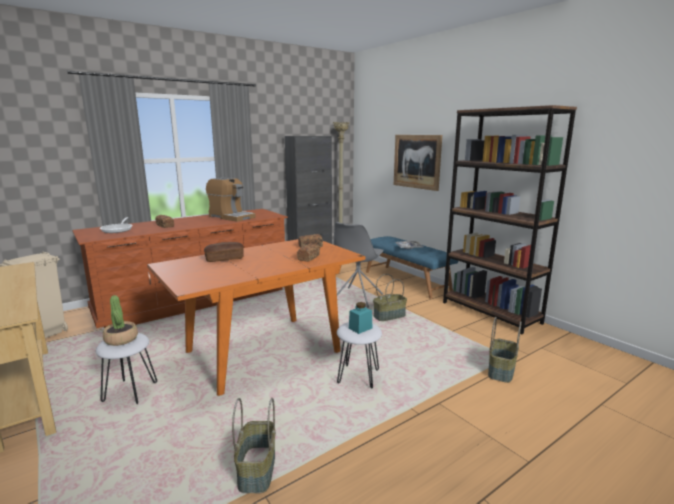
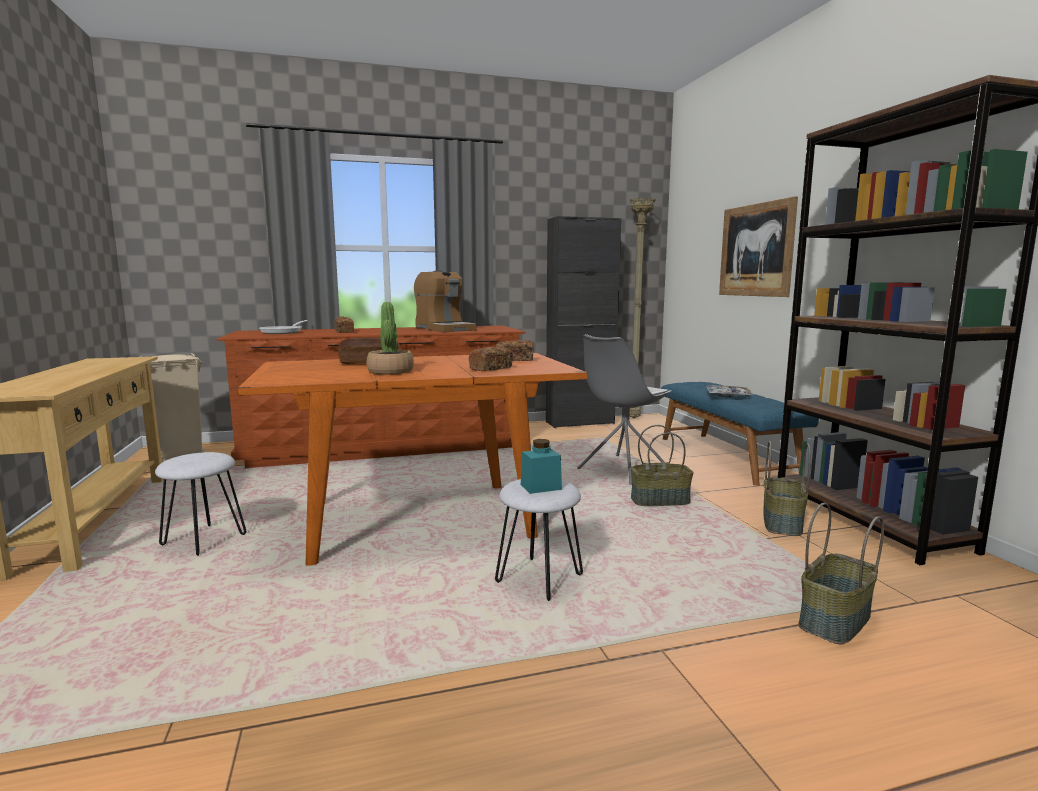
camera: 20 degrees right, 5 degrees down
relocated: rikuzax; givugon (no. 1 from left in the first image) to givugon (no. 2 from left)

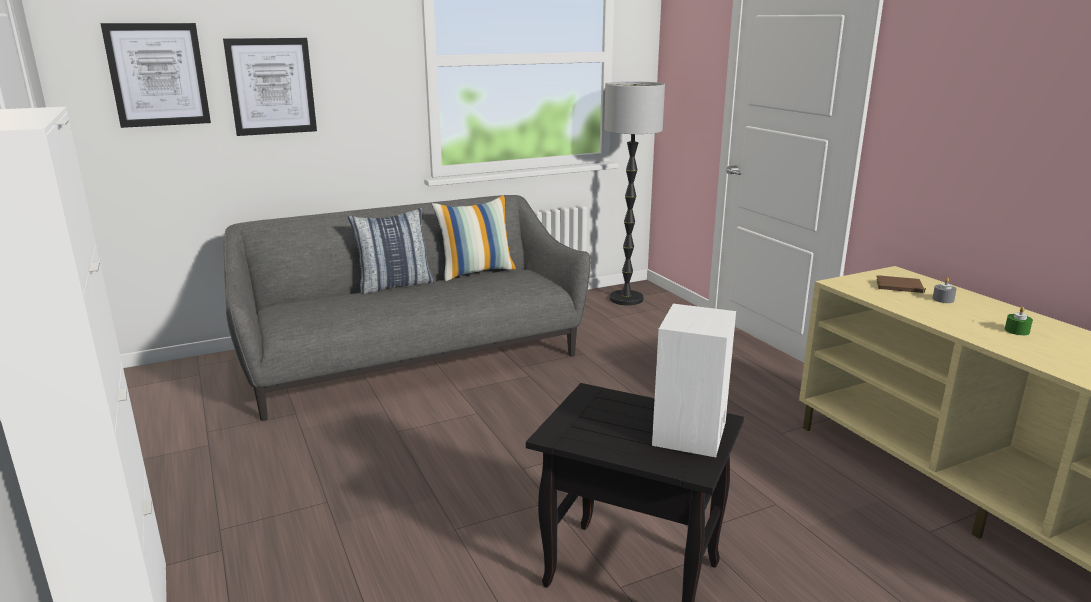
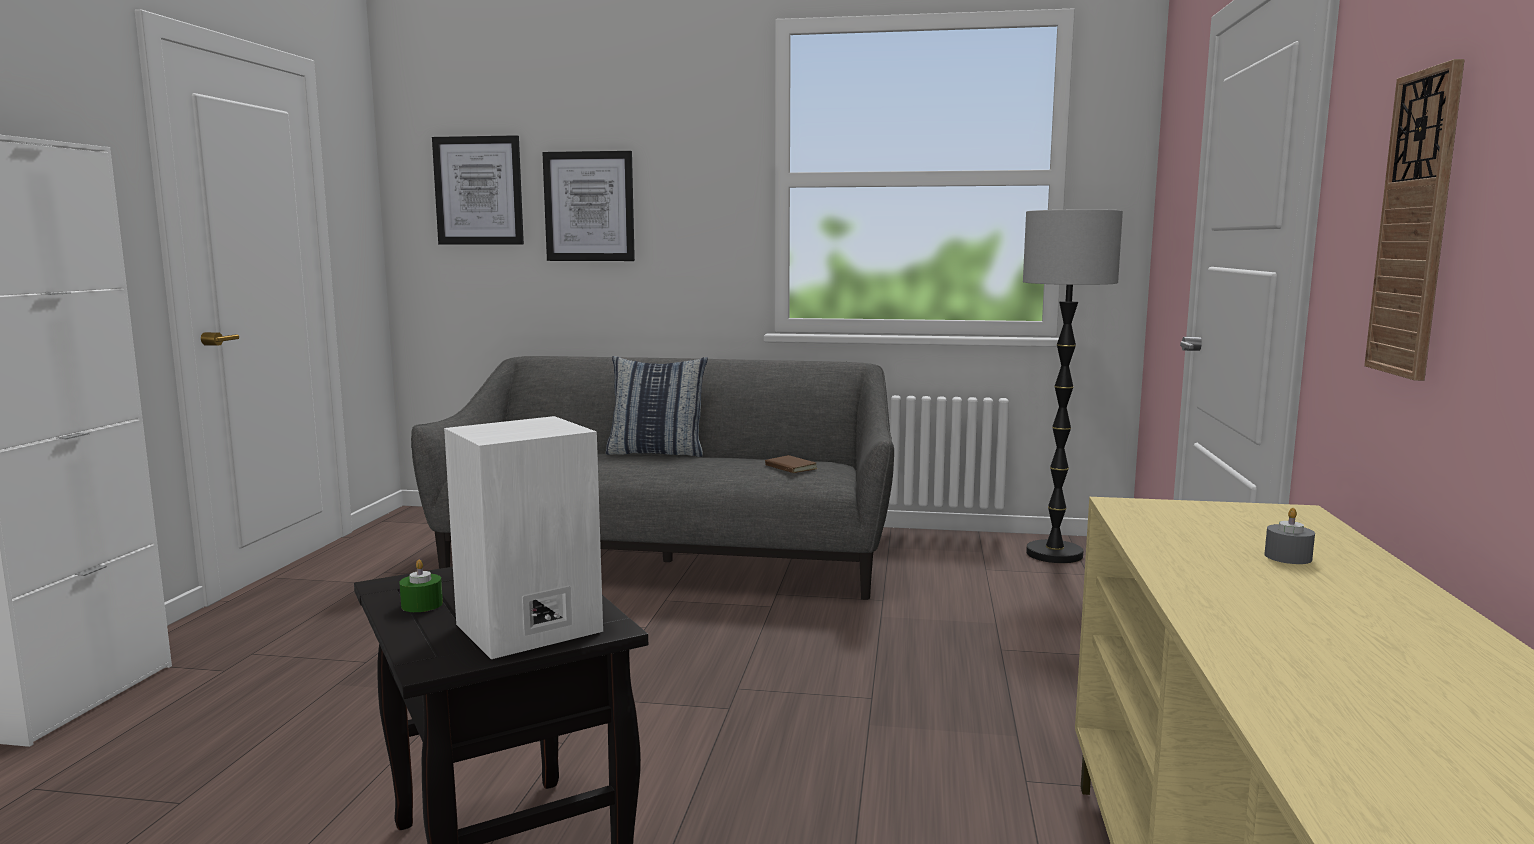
camera: 35 degrees right, 10 degrees down
missing: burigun (no. 2 from left)
appeared: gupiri
relocated: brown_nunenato; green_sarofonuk

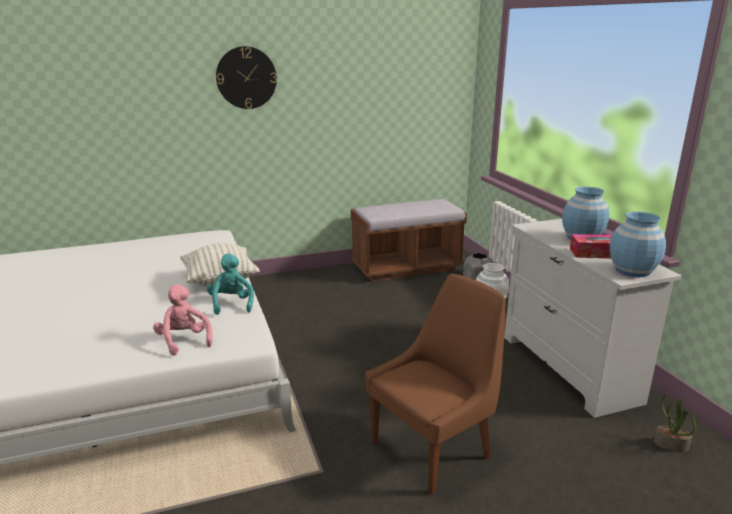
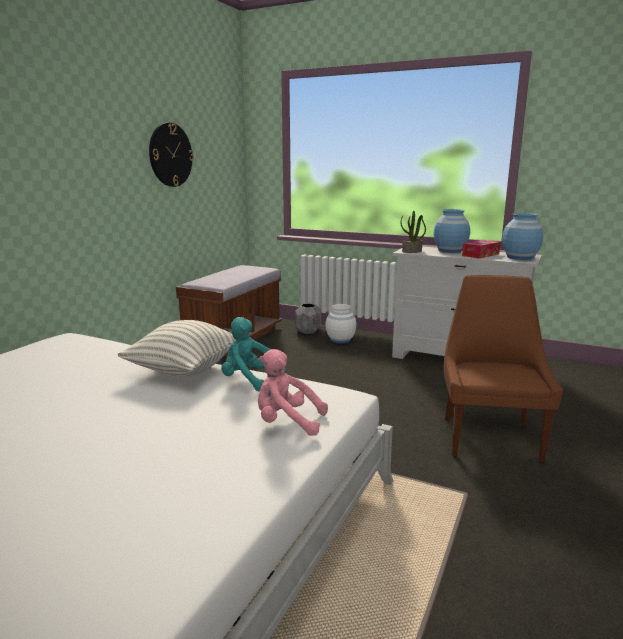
camera: 45 degrees left, 5 degrees down
relocated: gupiri; rikuzax

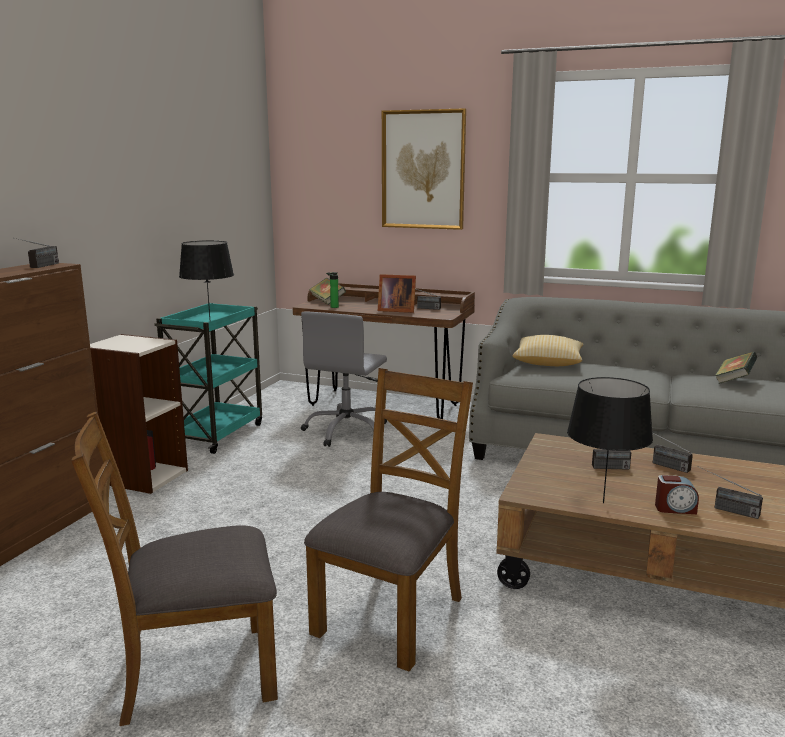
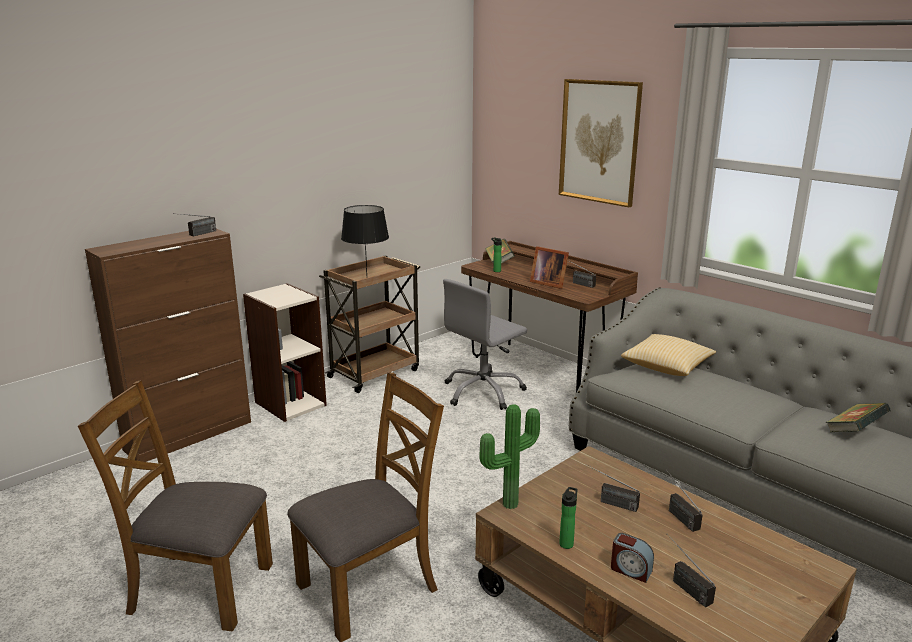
camera: 25 degrees right, 5 degrees up
appeared: rikuzax
exchanged: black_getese (no. 2 from left) to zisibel (no. 2 from left)
colour: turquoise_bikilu to brown_bikilu

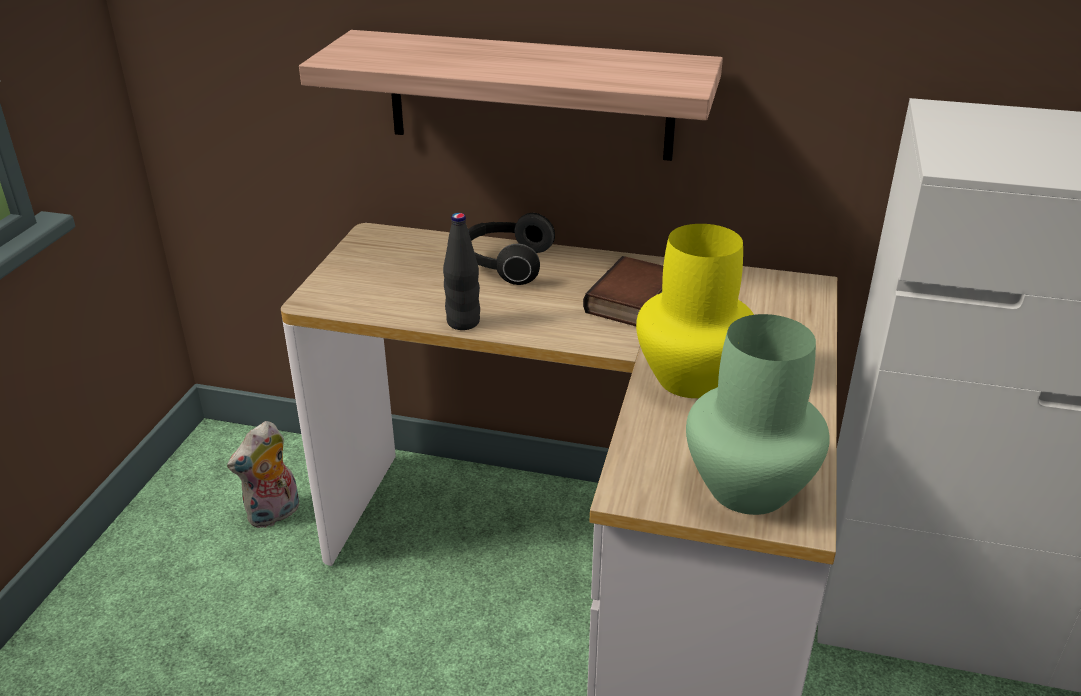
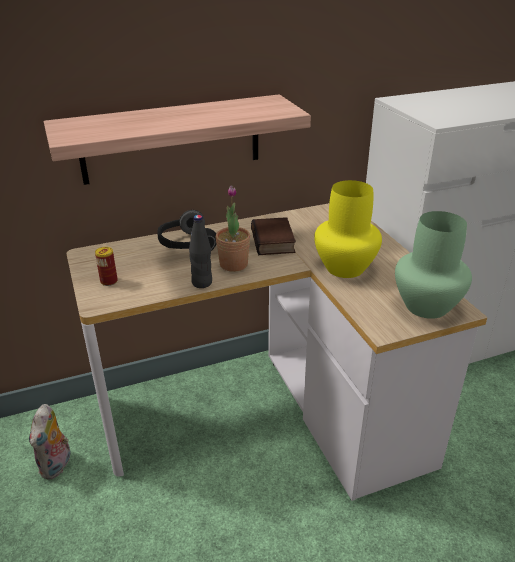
camera: 35 degrees left, 0 degrees up
appeared: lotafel; rikuzax

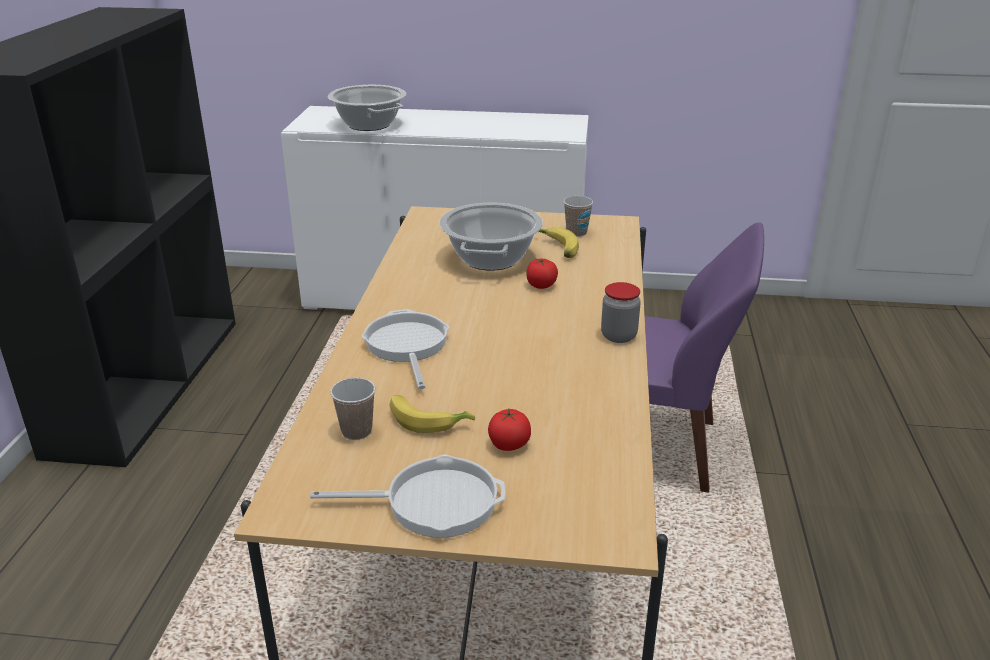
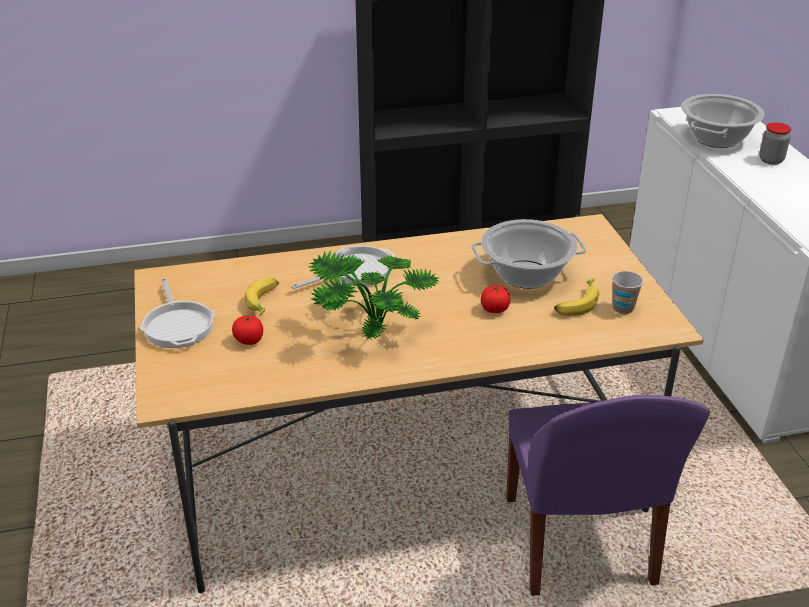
camera: 70 degrees right, 5 degrees up
missing: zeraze (no. 1 from left)
appeared: rikuzax
relocated: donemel

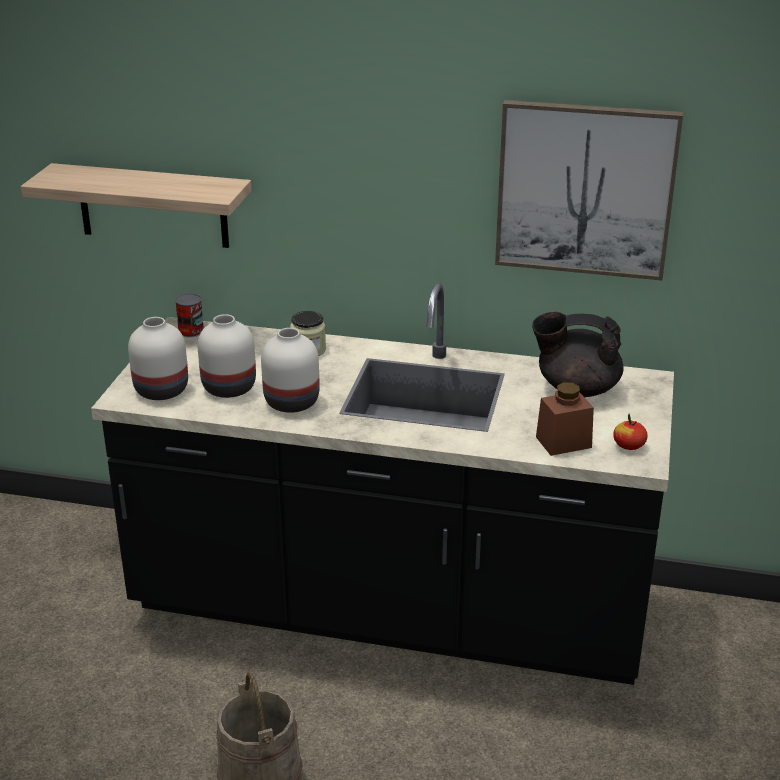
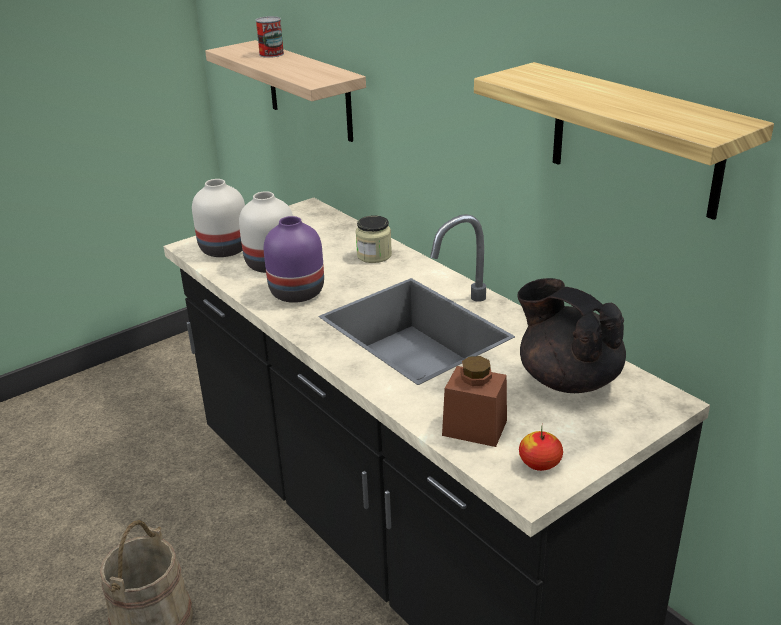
camera: 40 degrees right, 0 degrees up
relocated: lotafel
exchanged: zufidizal to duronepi (no. 2 from left)
colour: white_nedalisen (no. 3 from left) to purple_nedalisen

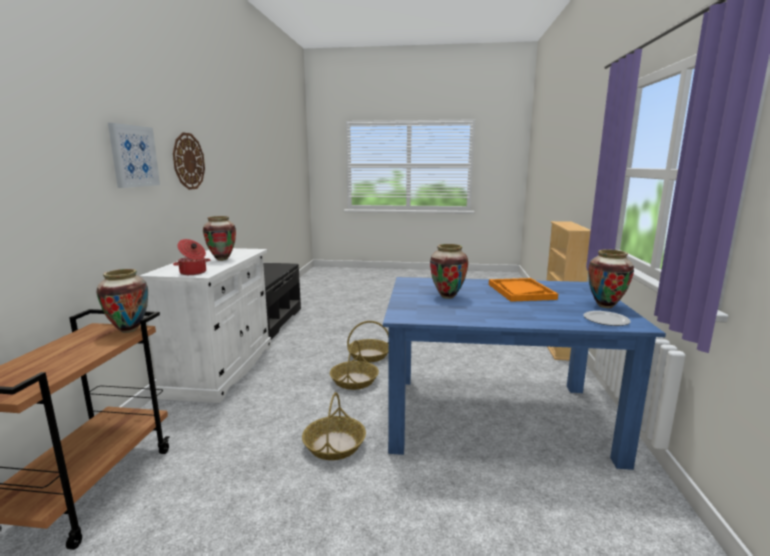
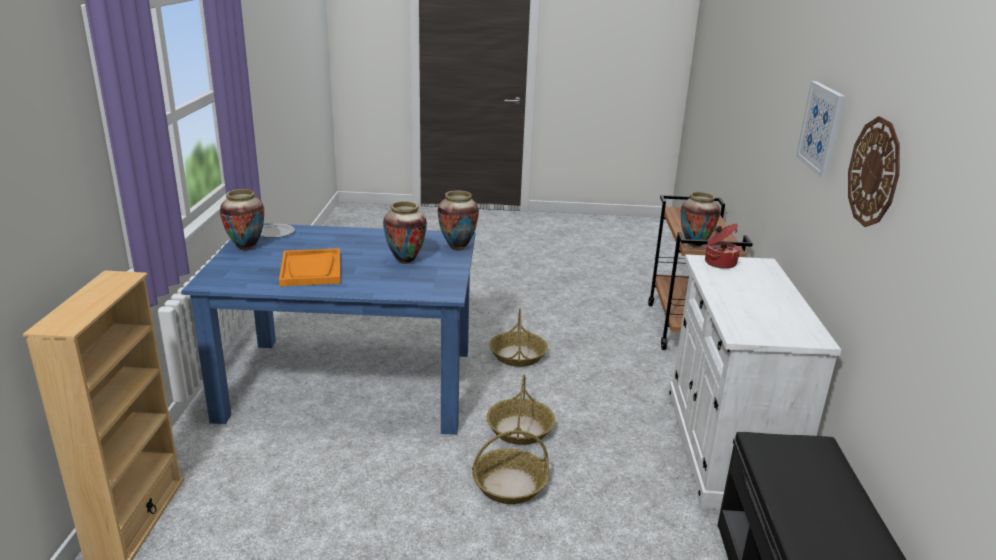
camera: 175 degrees right, 10 degrees up
relocated: nedalisen (no. 2 from left in the first image) to nedalisen (no. 3 from left)

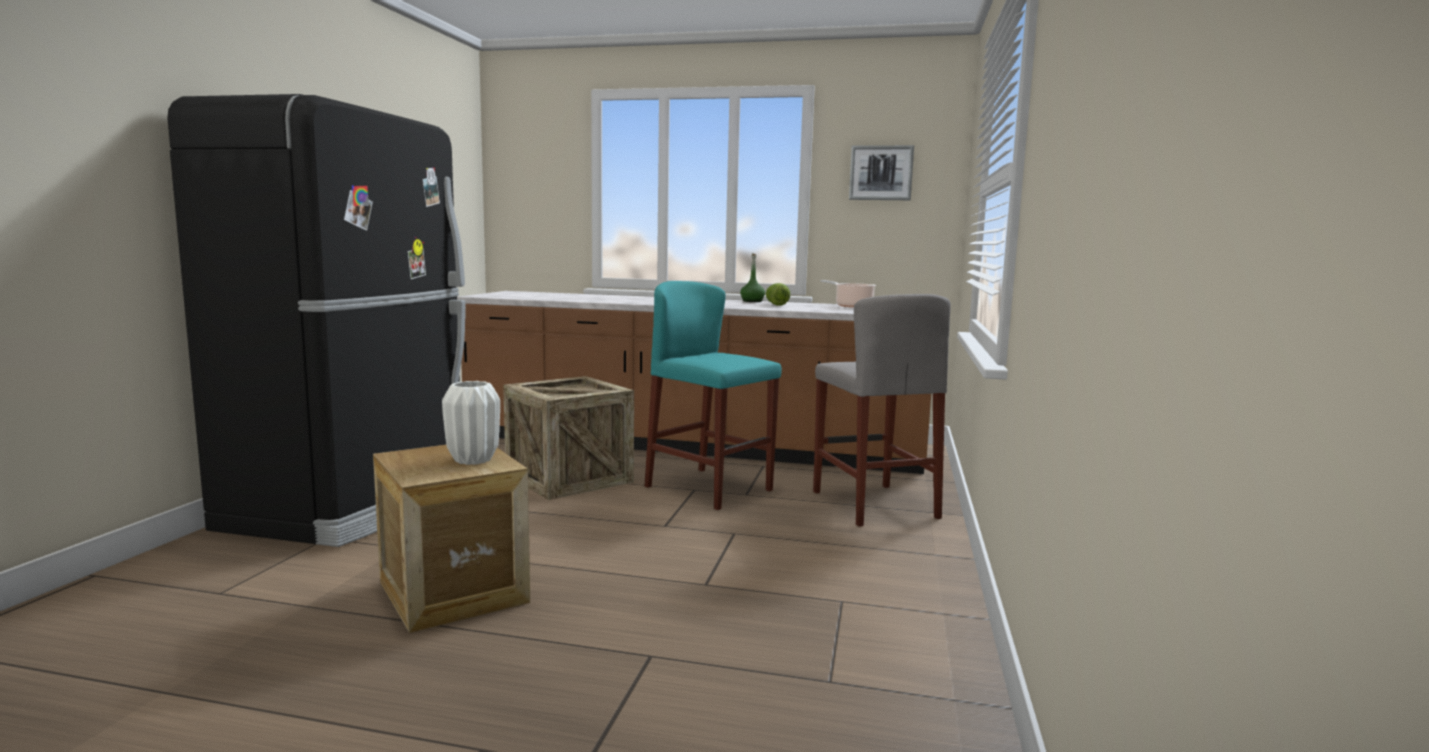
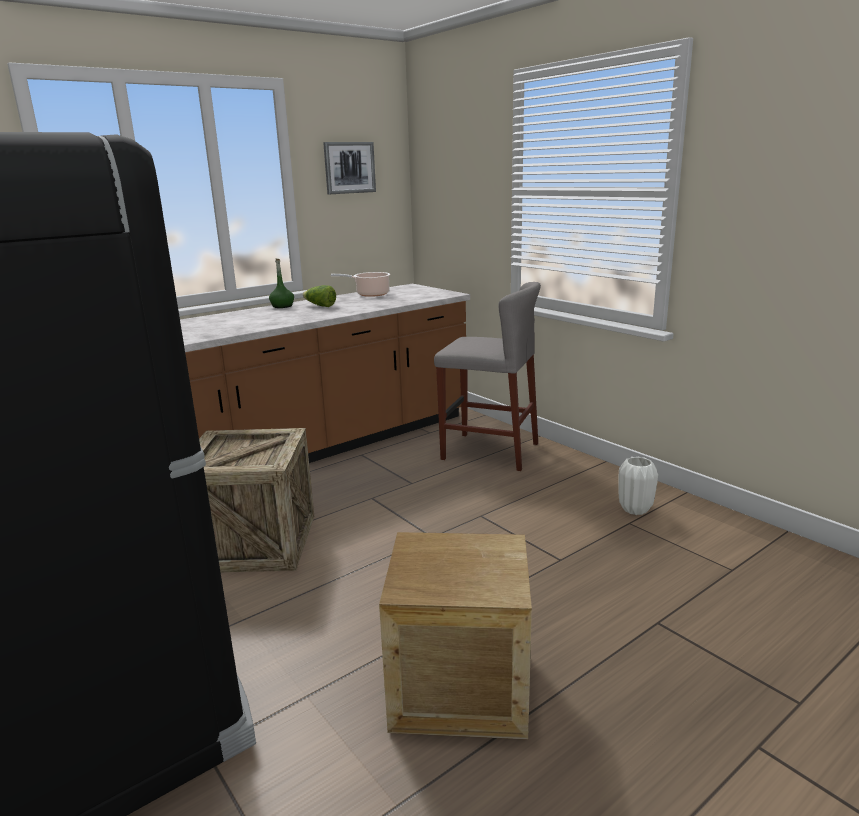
camera: 50 degrees left, 10 degrees up
missing: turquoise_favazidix
relocated: white_nedalisen

